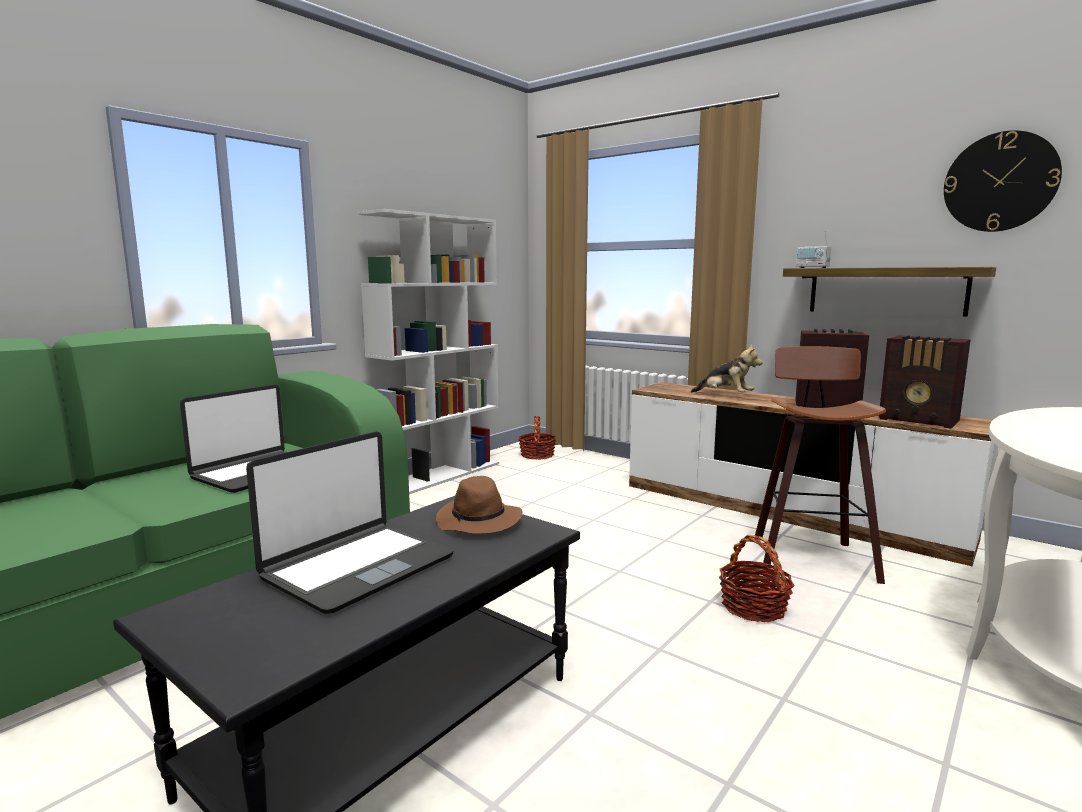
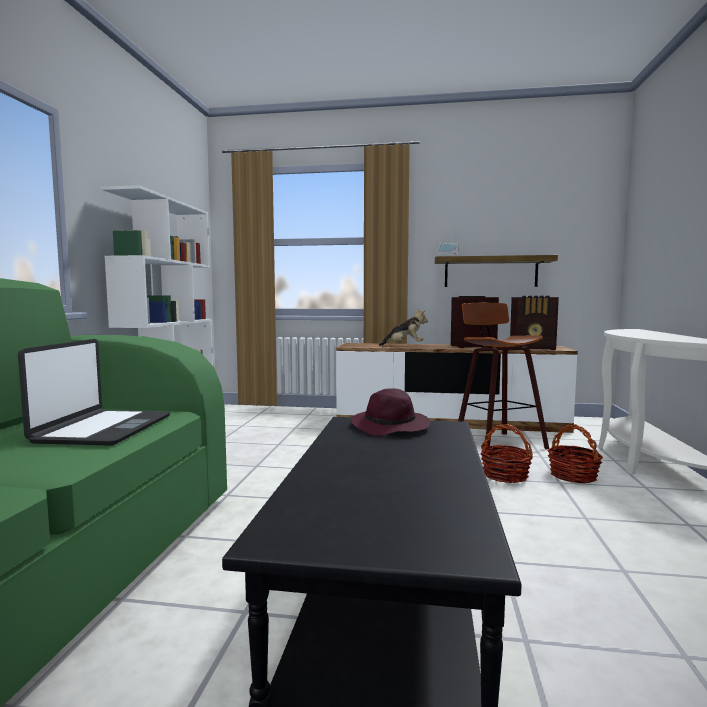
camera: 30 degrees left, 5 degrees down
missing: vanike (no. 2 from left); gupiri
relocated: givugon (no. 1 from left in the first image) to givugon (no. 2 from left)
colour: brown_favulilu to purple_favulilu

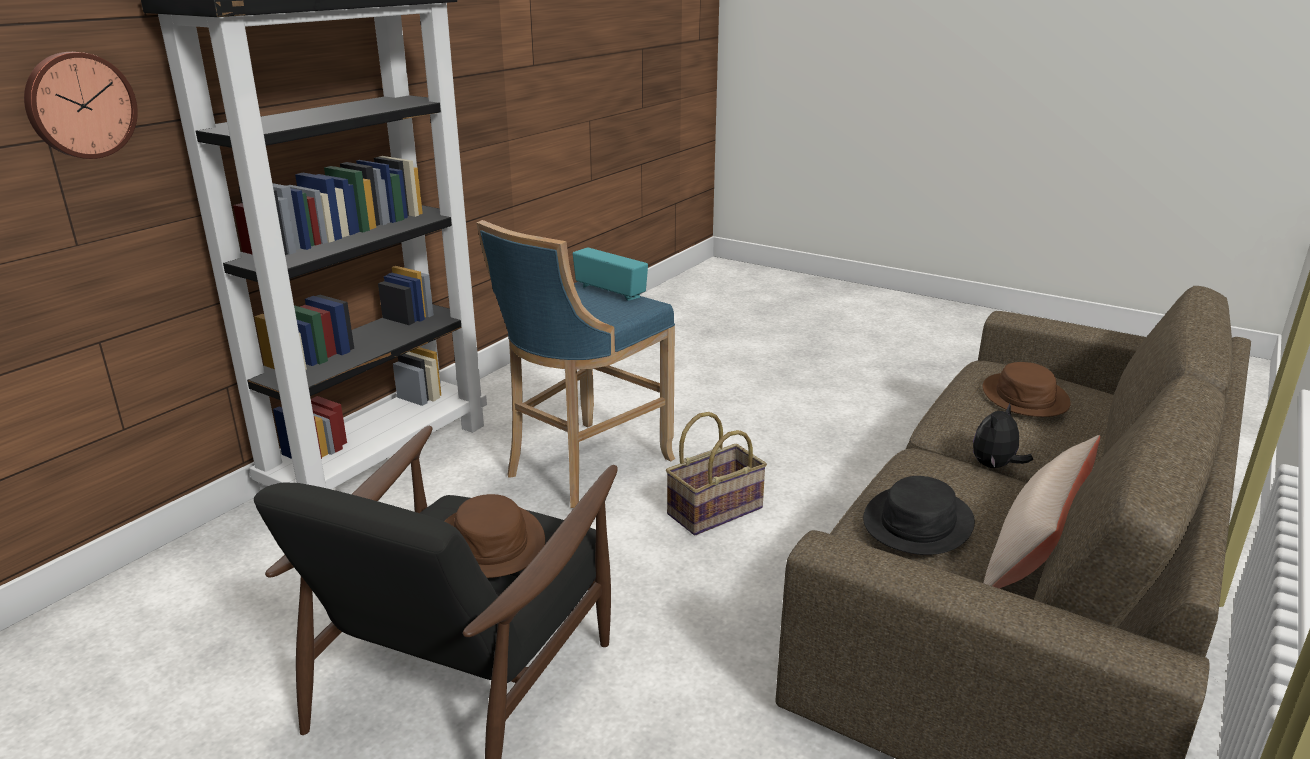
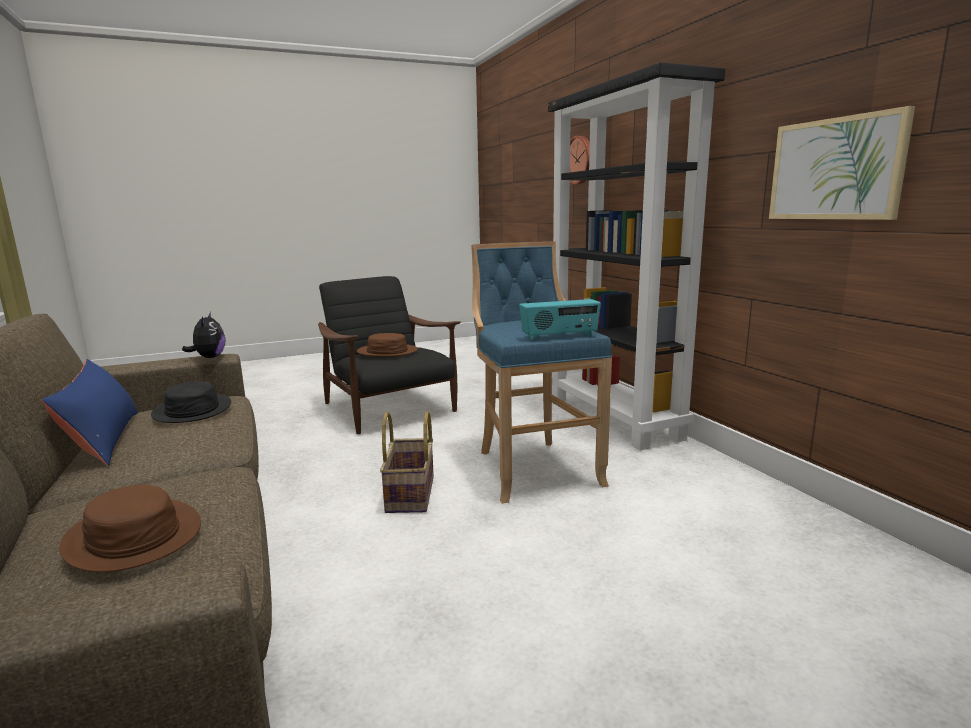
camera: 125 degrees right, 10 degrees down
appeared: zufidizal
relocated: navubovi
colour: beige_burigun to blue_burigun

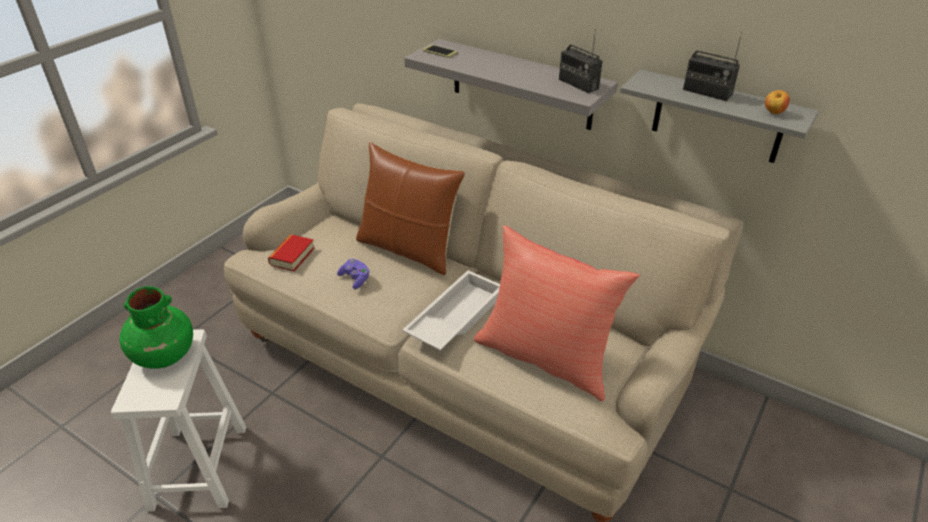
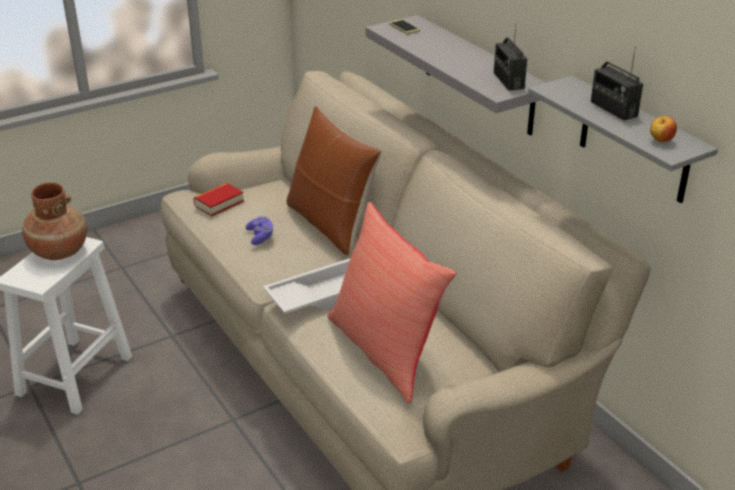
camera: 25 degrees right, 5 degrees down
colour: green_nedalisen to brown_nedalisen

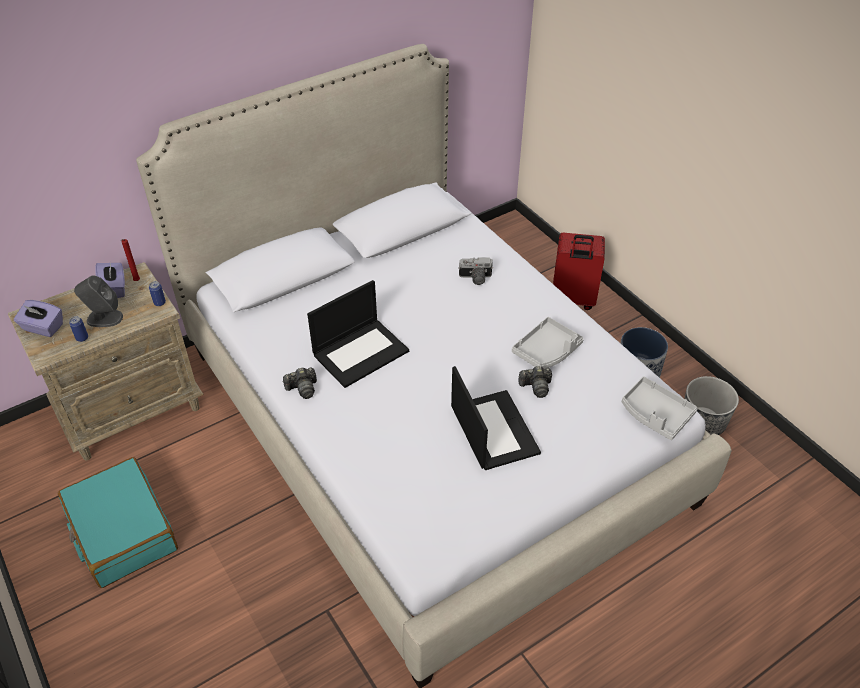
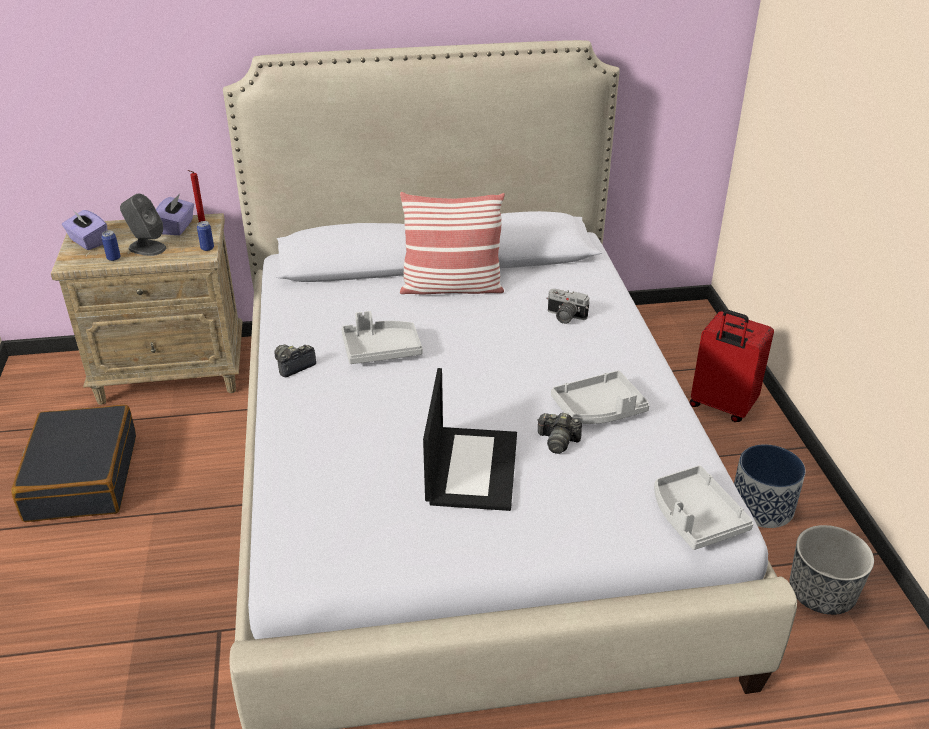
camera: 25 degrees right, 10 degrees down
appeared: burigun
exchanged: vanike (no. 1 from left) to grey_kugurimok (no. 1 from left)
colour: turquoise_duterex to black_duterex
spun: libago (no. 1 from left) 135 degrees clockwise

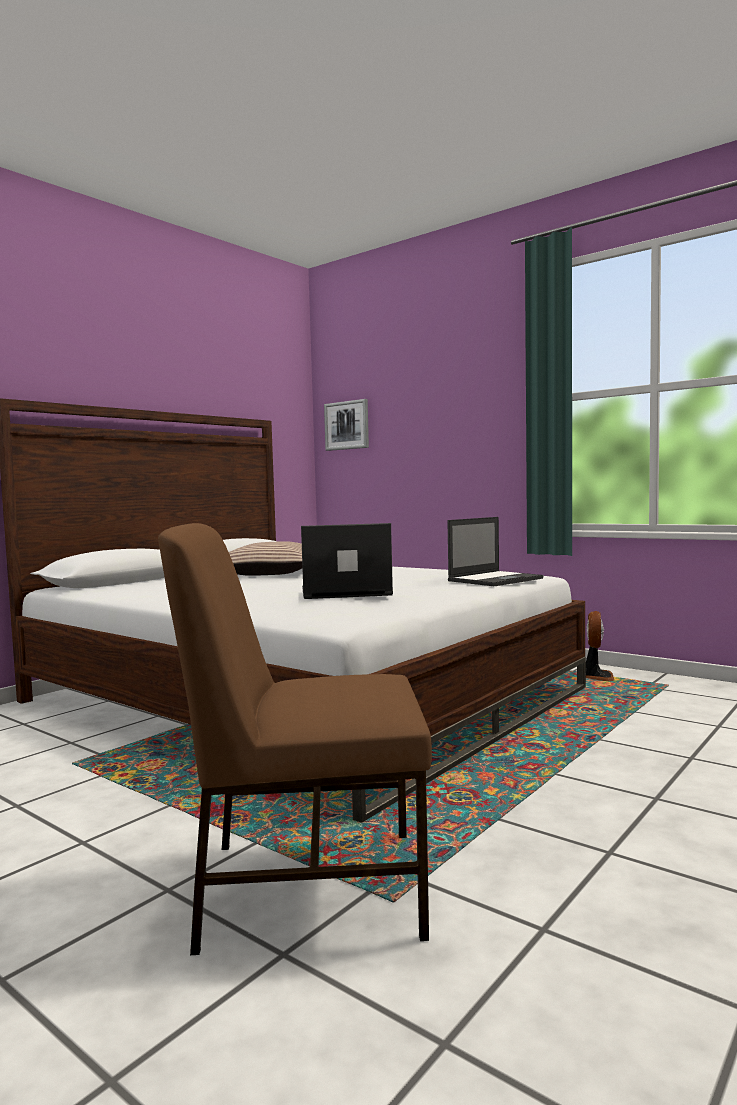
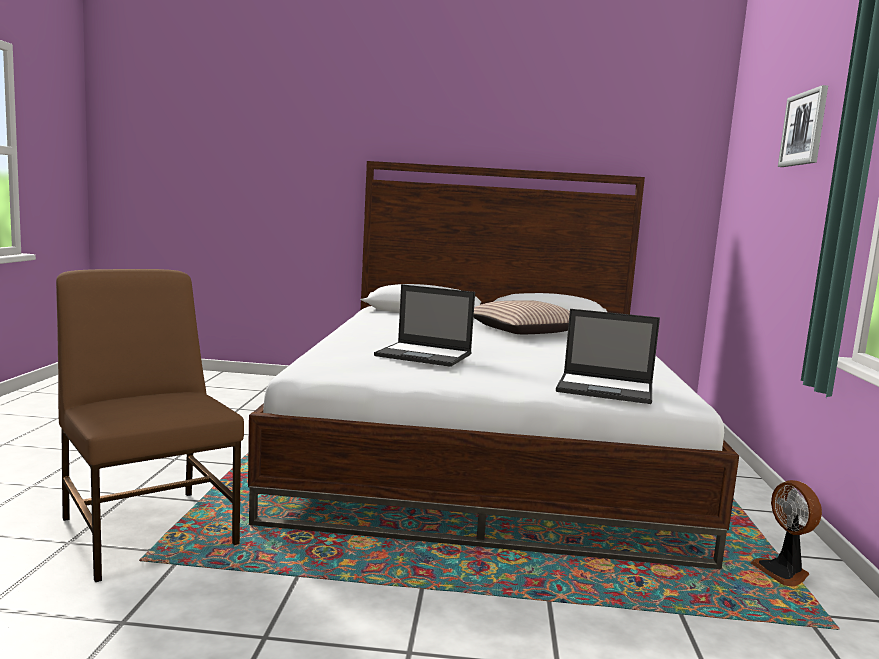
camera: 55 degrees right, 5 degrees up
relocated: zufidizal
spun: vanike (no. 1 from left) 150 degrees clockwise; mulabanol 90 degrees clockwise

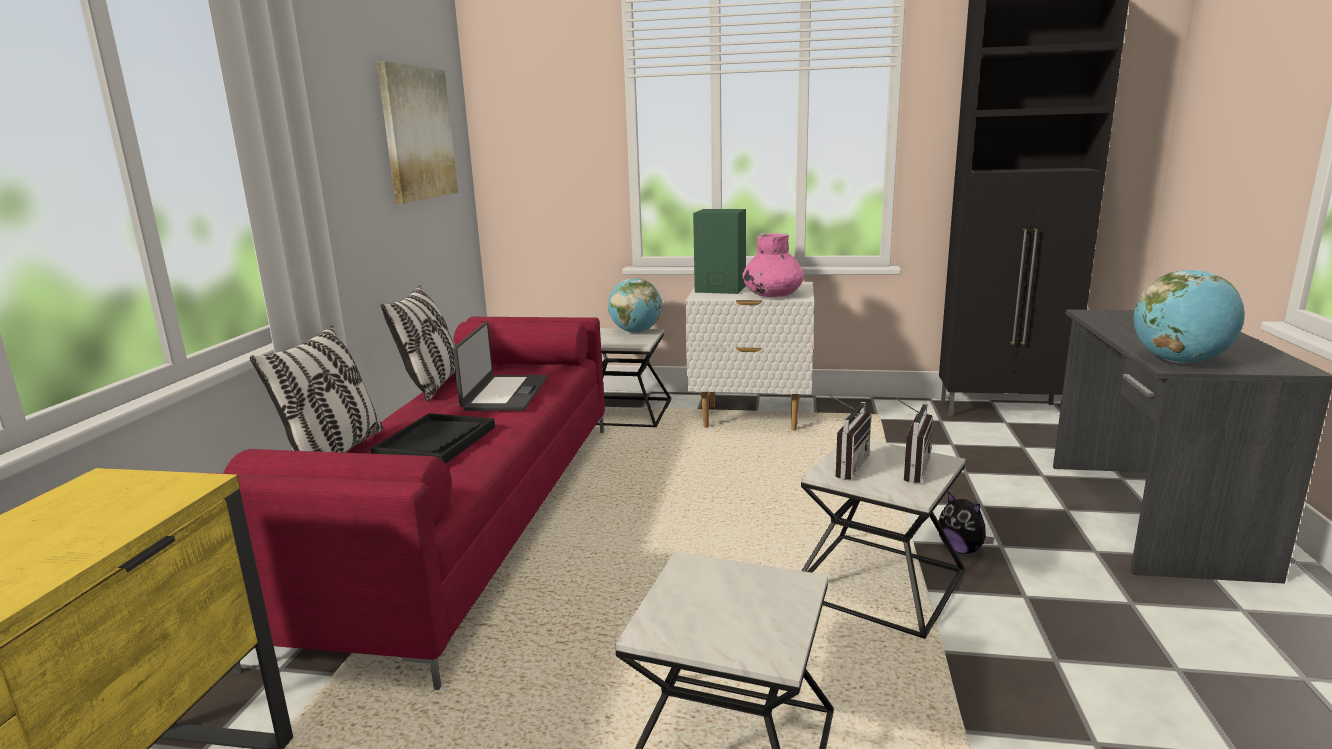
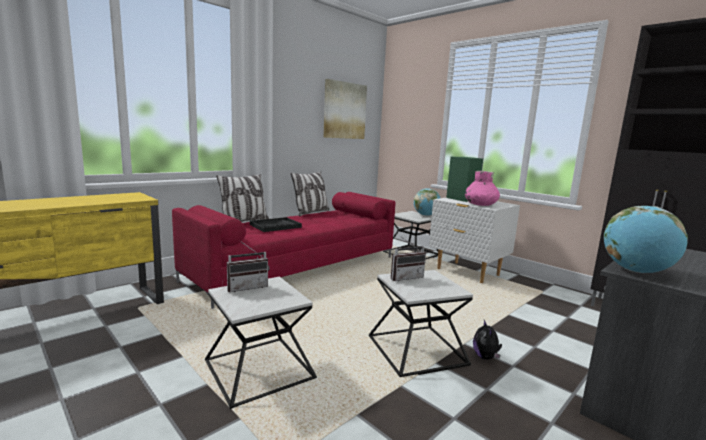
camera: 35 degrees right, 5 degrees down
missing: vanike
relocated: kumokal (no. 2 from left in the first image) to kumokal (no. 1 from left)

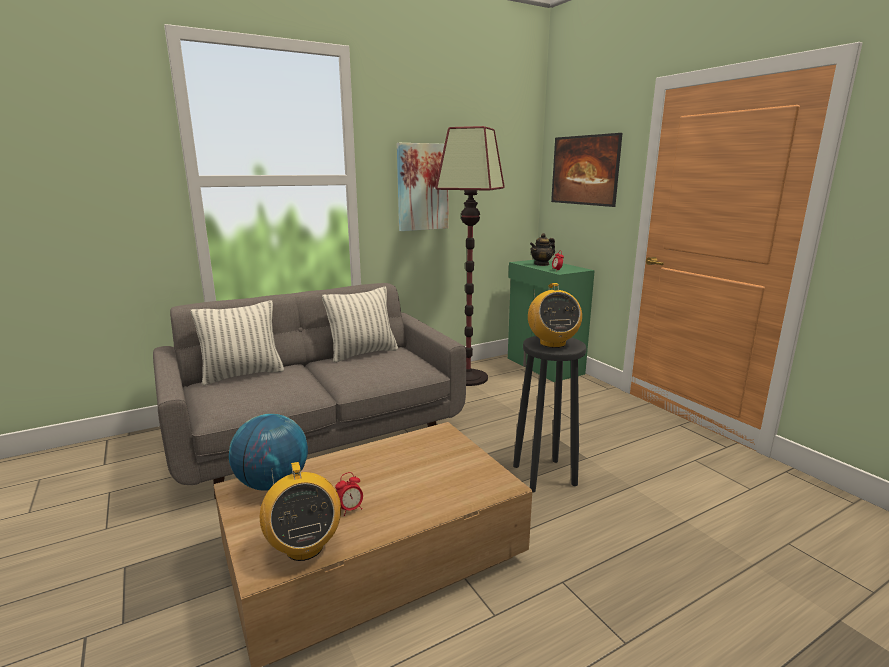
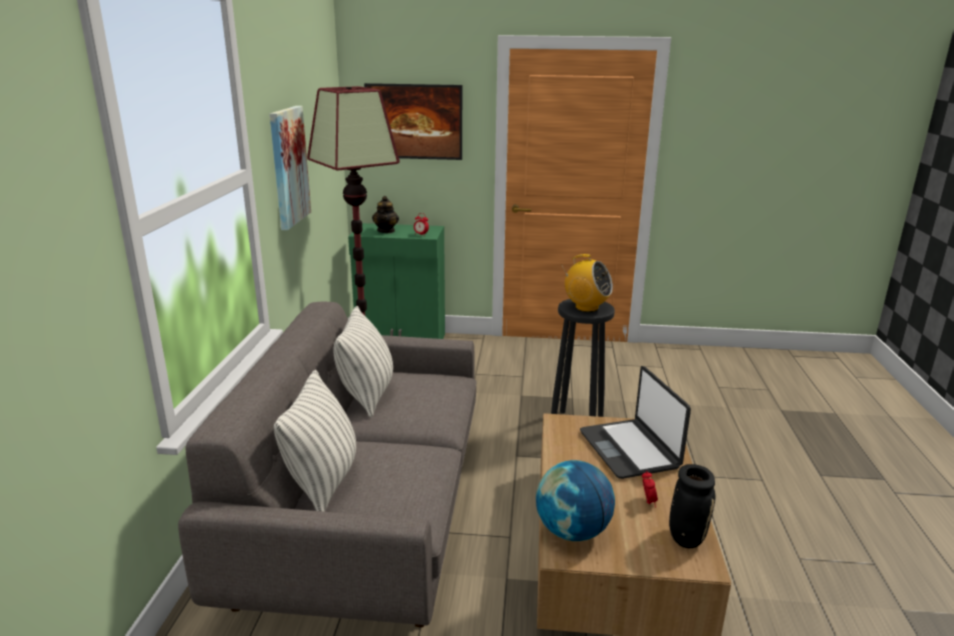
camera: 55 degrees left, 5 degrees up
appeared: vanike
exchanged: kumokal (no. 1 from left) to black_nedalisen

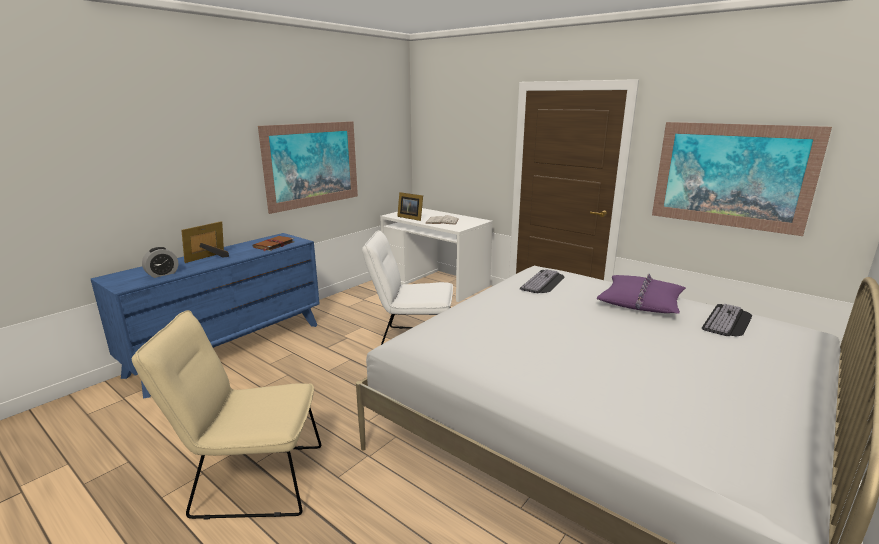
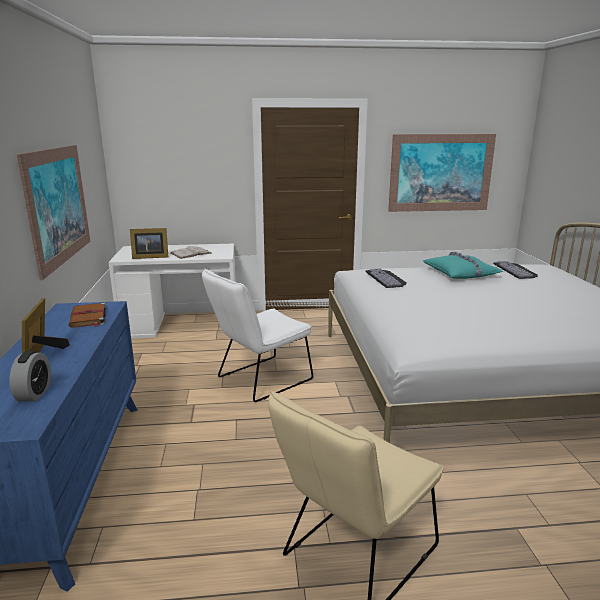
camera: 45 degrees left, 0 degrees up
colour: purple_burigun to turquoise_burigun

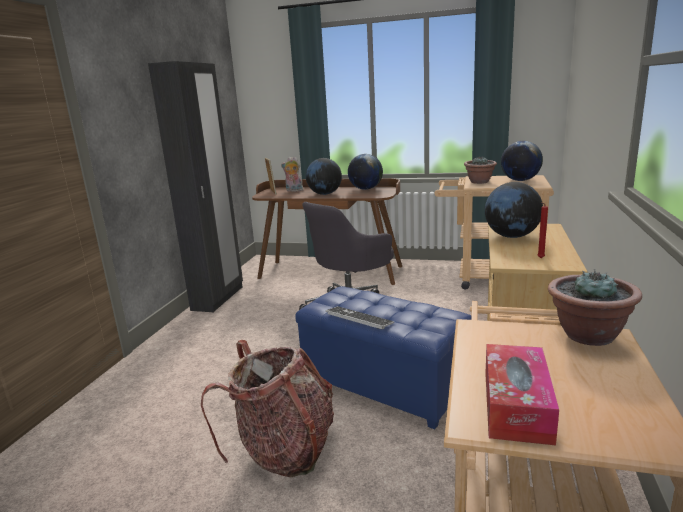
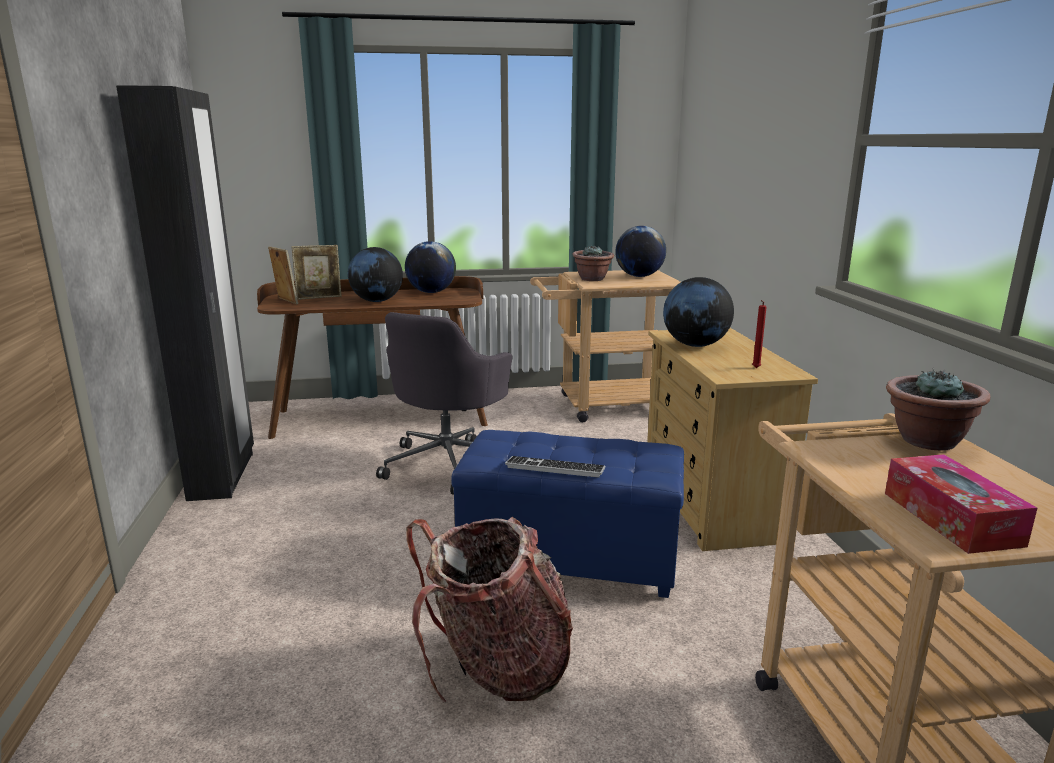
camera: 25 degrees left, 0 degrees up
exchanged: navubovi to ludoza (no. 2 from left)

